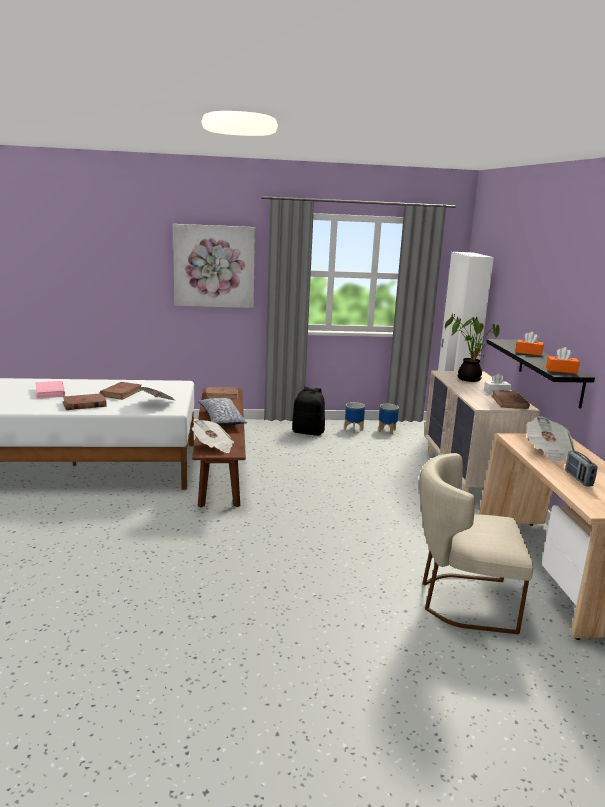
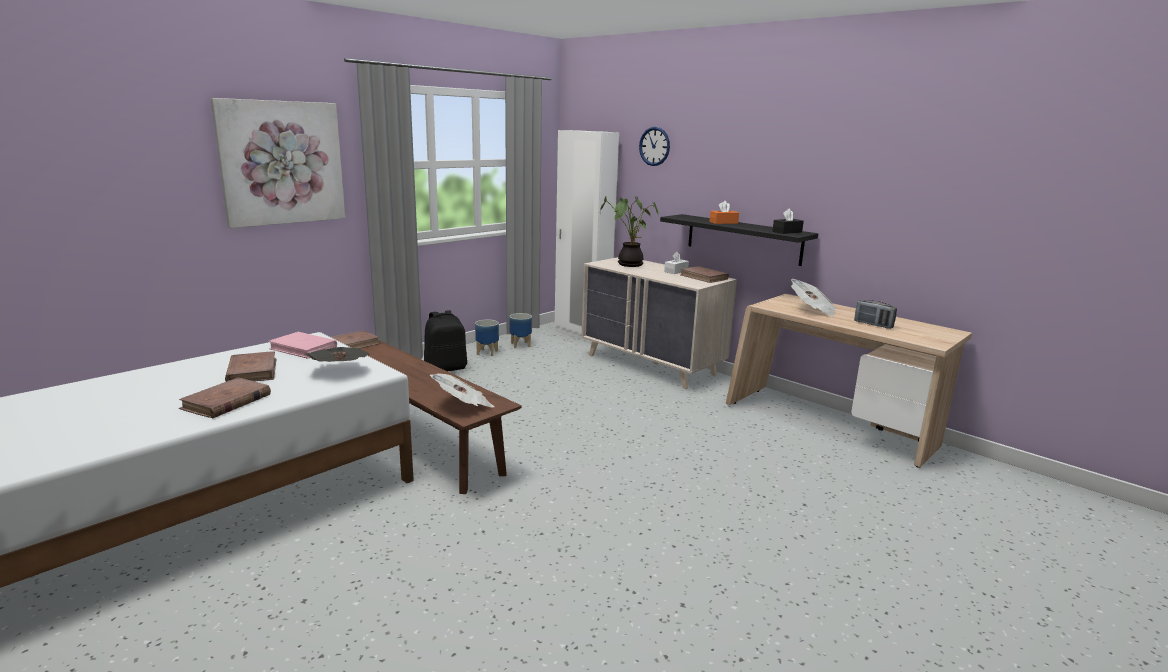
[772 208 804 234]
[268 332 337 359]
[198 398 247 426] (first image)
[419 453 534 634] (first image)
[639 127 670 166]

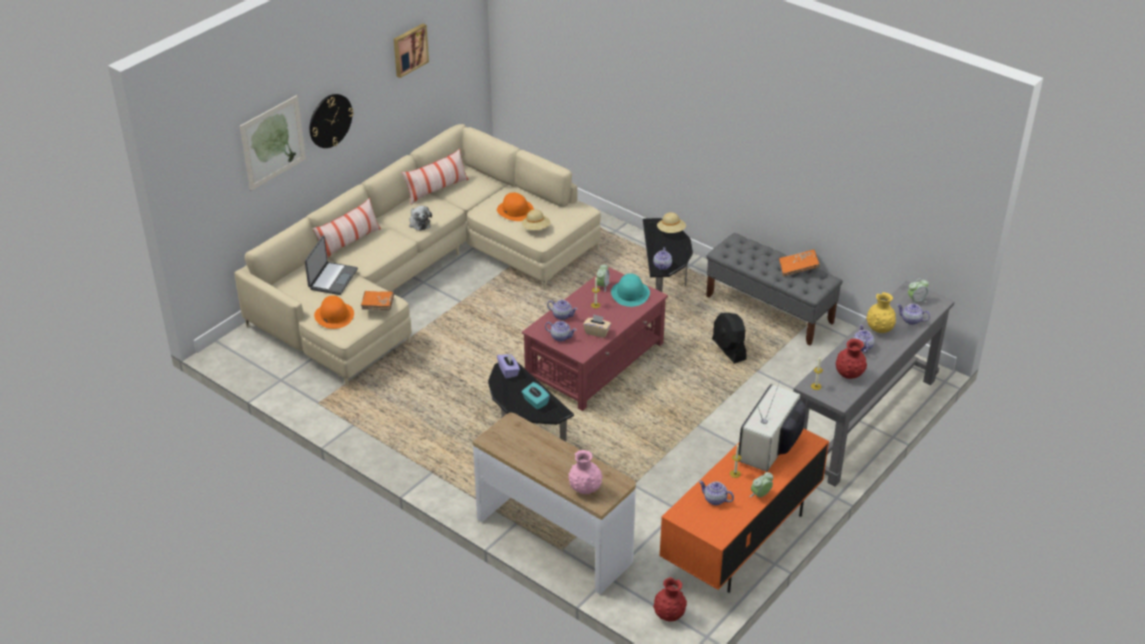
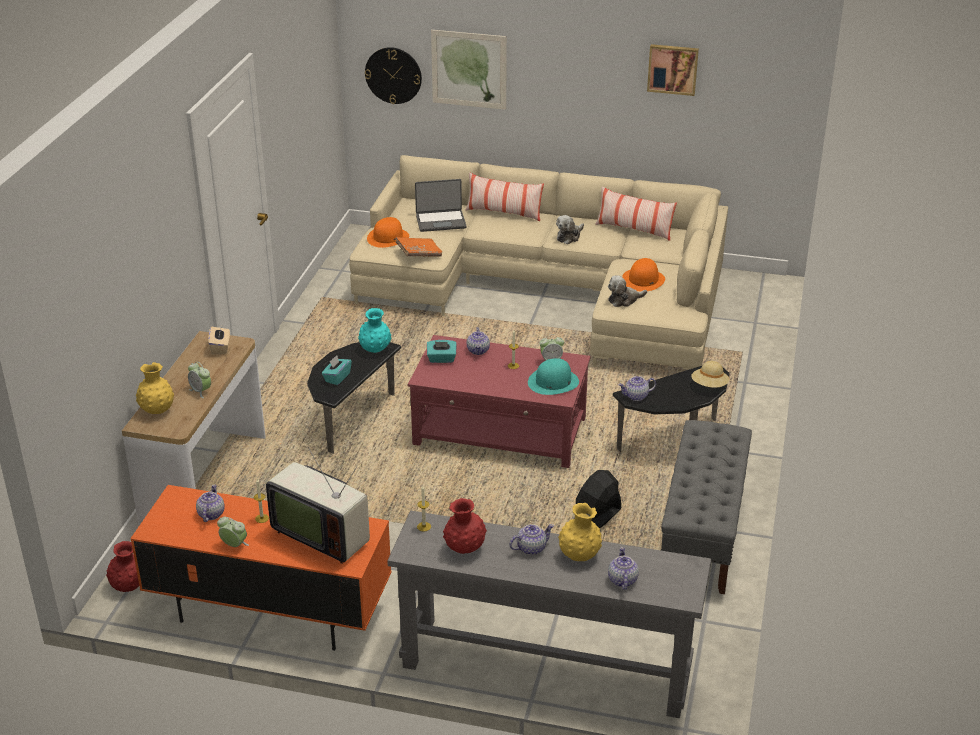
[365 47 422 104]
[608 275 647 307]
[779 249 820 276] (first image)
[188 362 211 398]
[208 326 230 354]
[427 340 456 363]
[358 308 391 353]
[266 447 370 564]
[136 362 174 414]

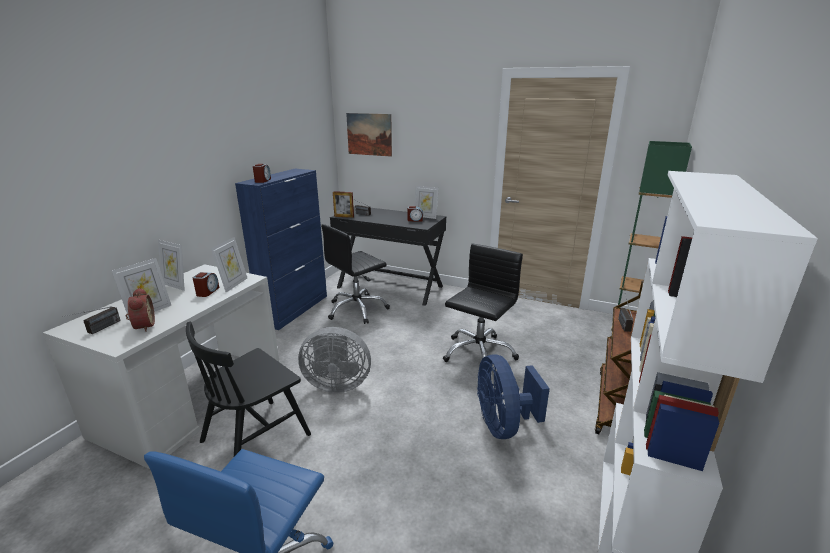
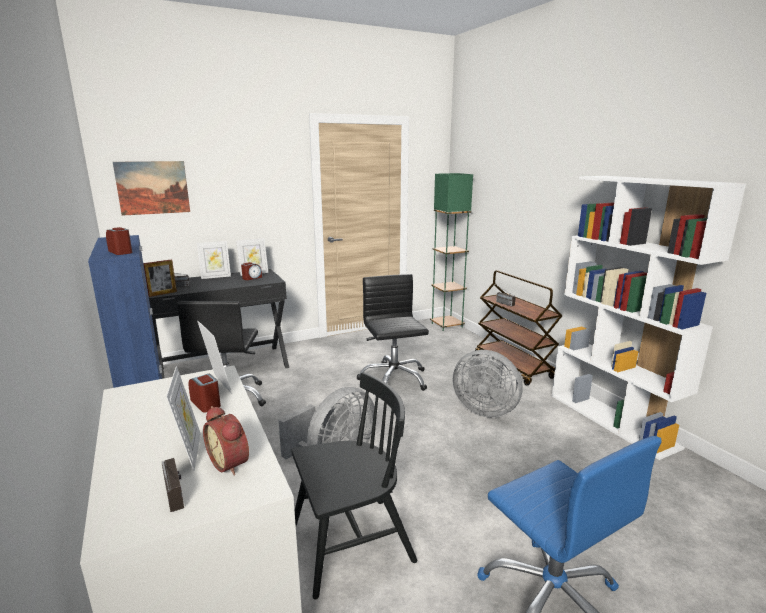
[197 241 231 279]
[203 406 249 476]
[291 372 417 599]
[452 350 523 418]

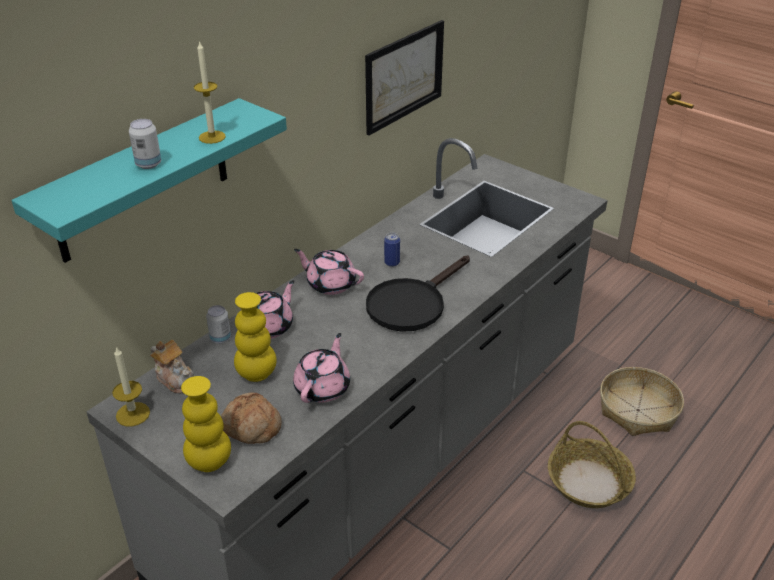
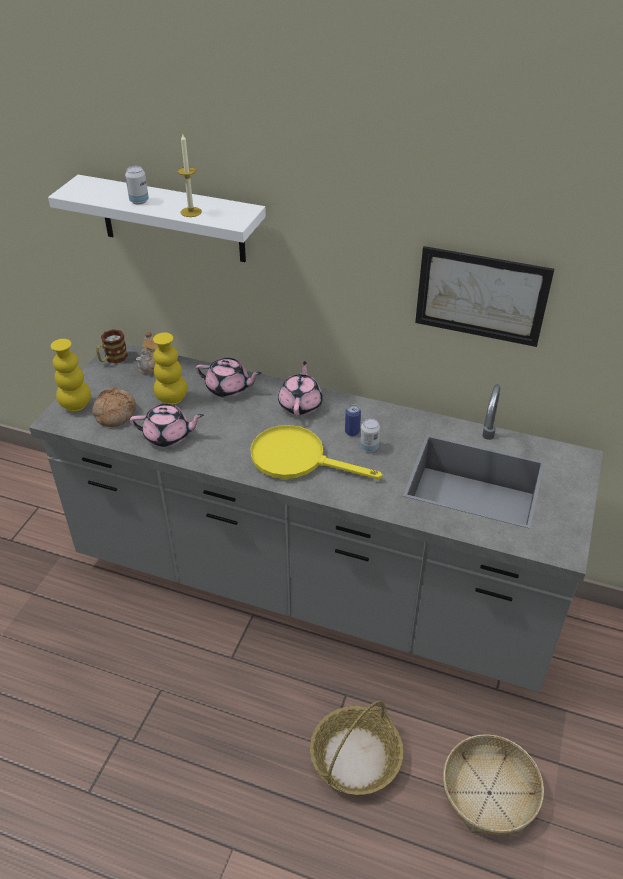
[48 175 266 262]
[250 425 382 479]
[360 418 380 452]
[96 329 128 363]

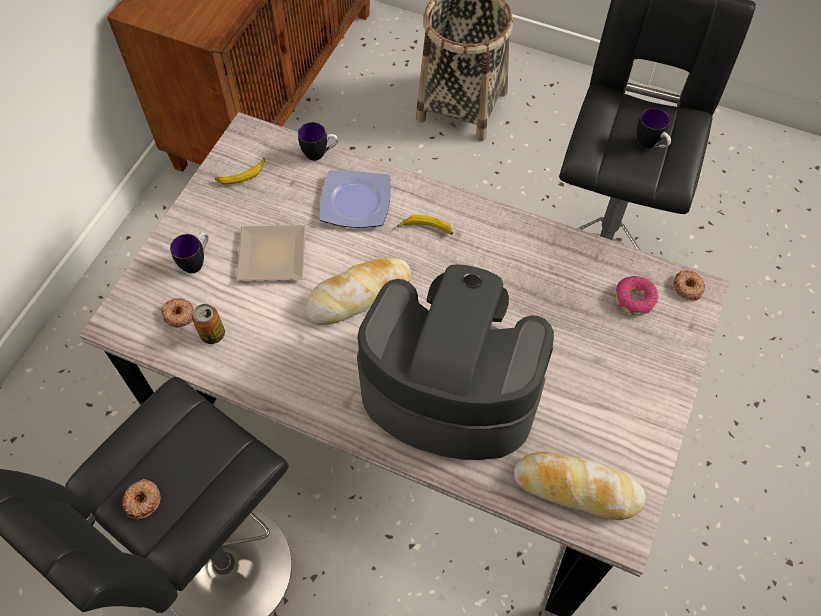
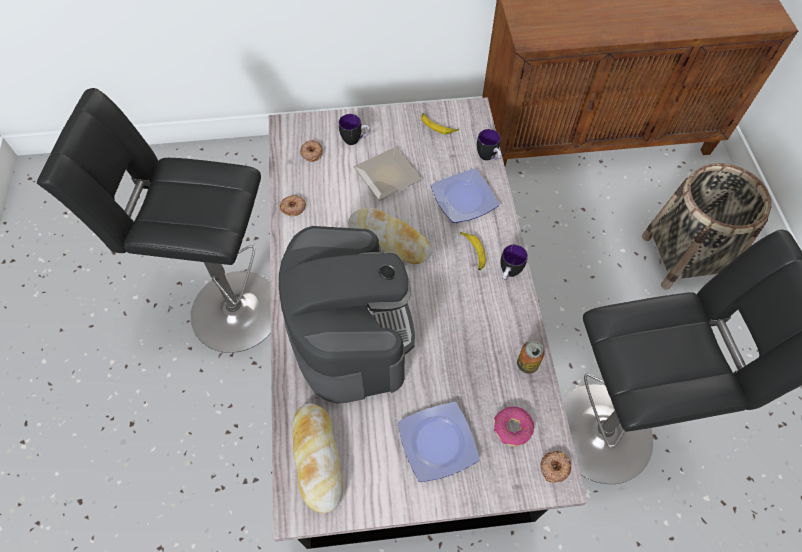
[500 244 528 280]
[517 341 545 374]
[280 195 306 217]
[398 402 480 482]

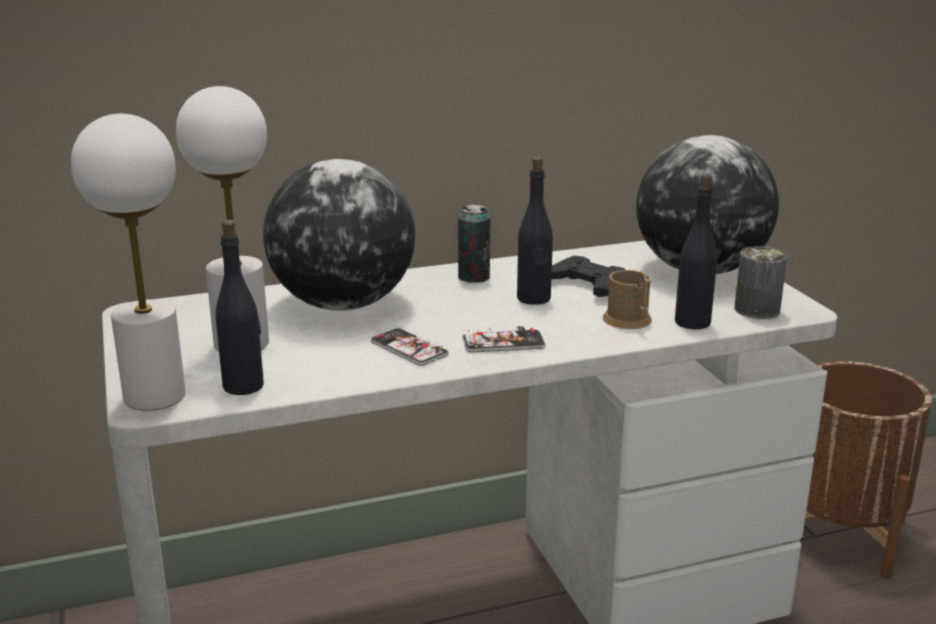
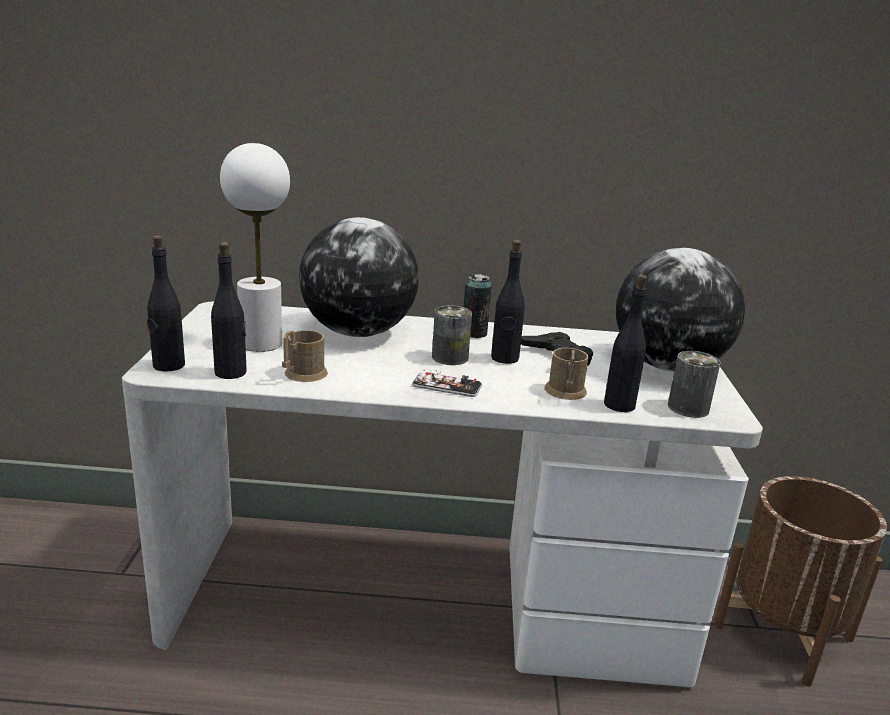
[147 235 185 372]
[370 327 449 366] (first image)
[432 305 472 365]
[282 330 328 382]

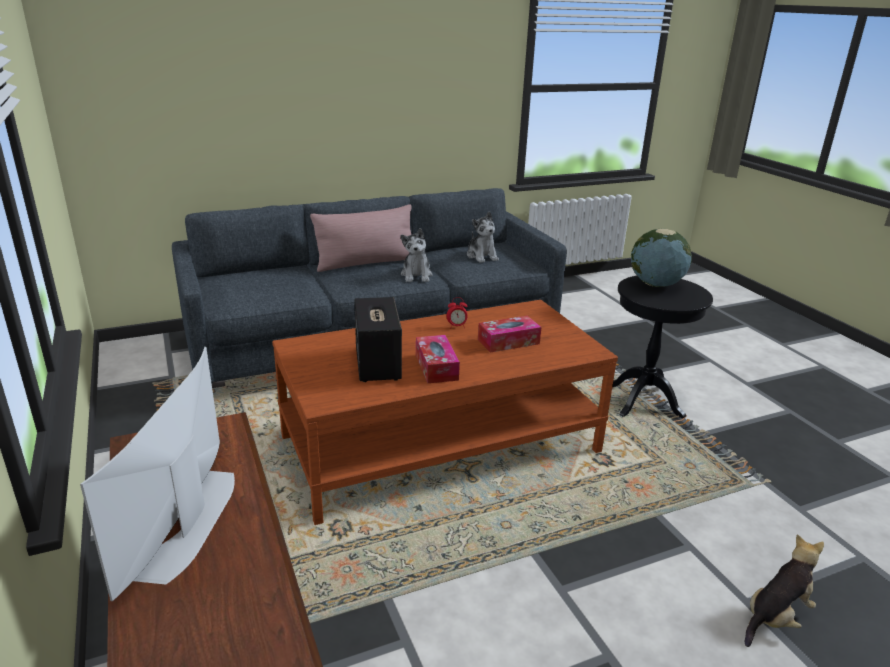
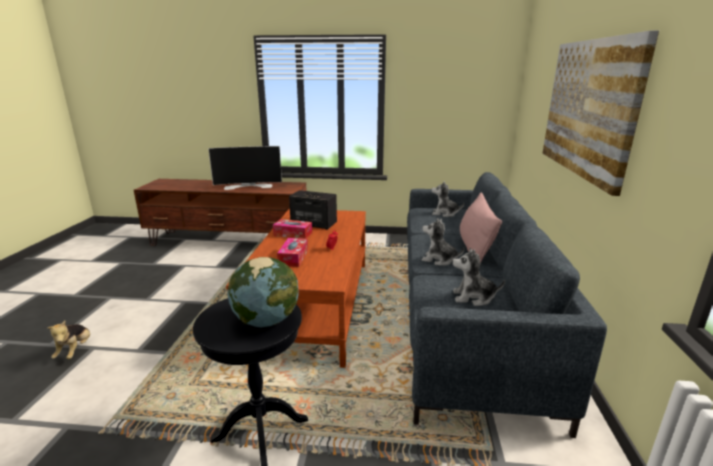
[208 146 282 190]
[542 30 659 196]
[432 181 465 217]

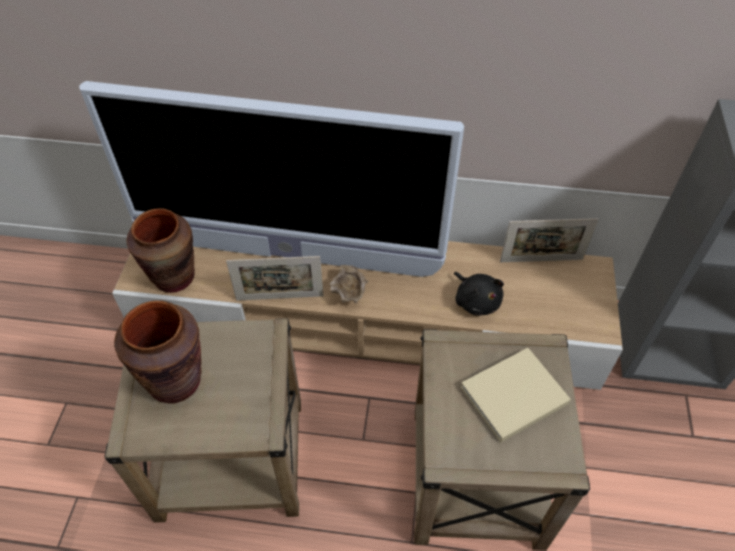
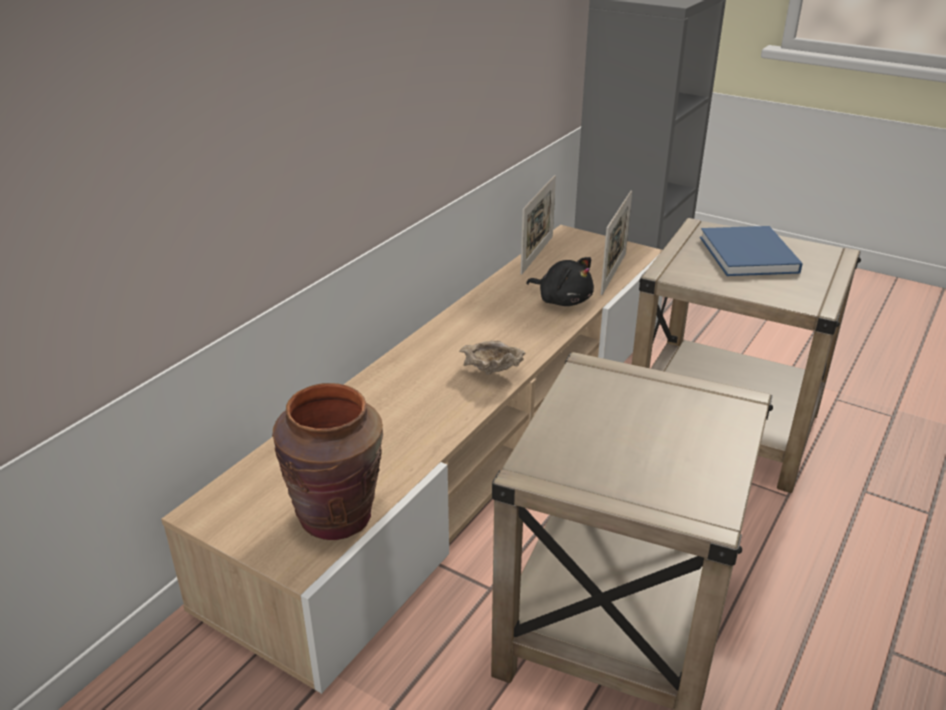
[79 81 464 277] (first image)
[601 190 632 295]
[526 257 594 306]
[114 300 202 404] (first image)
[700 226 803 276]

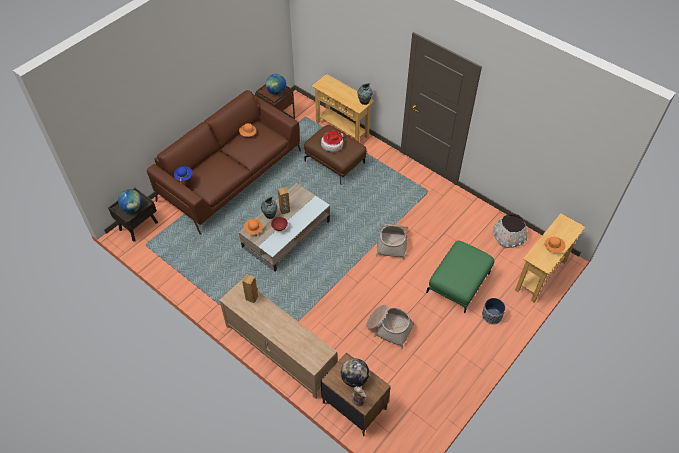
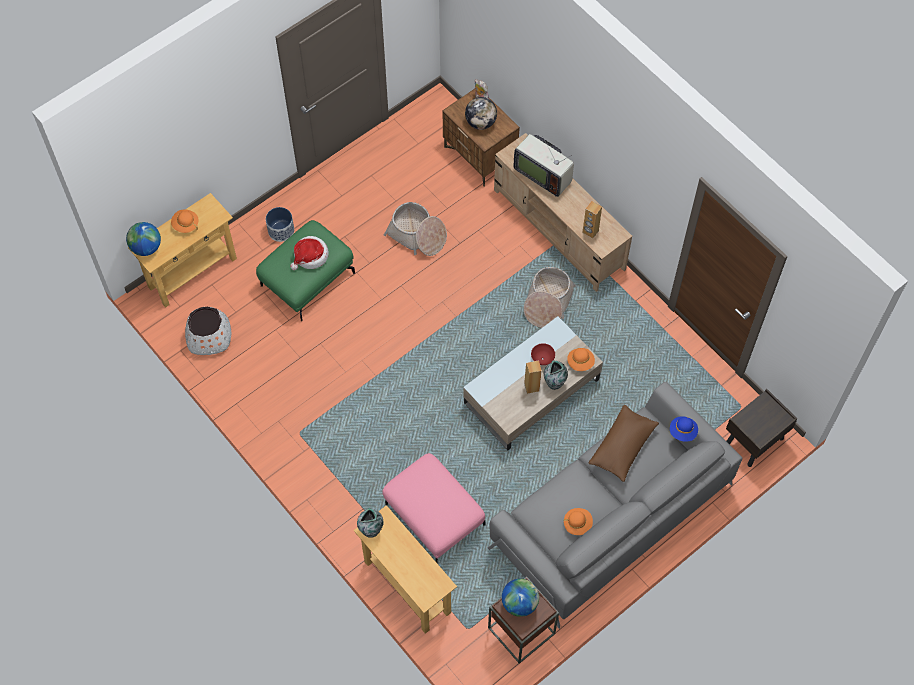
[488 382 743 629]
[382 453 485 563]
[290 236 329 270]
[126 222 161 256]
[524 267 576 328]
[514 134 574 197]
[589 405 659 482]

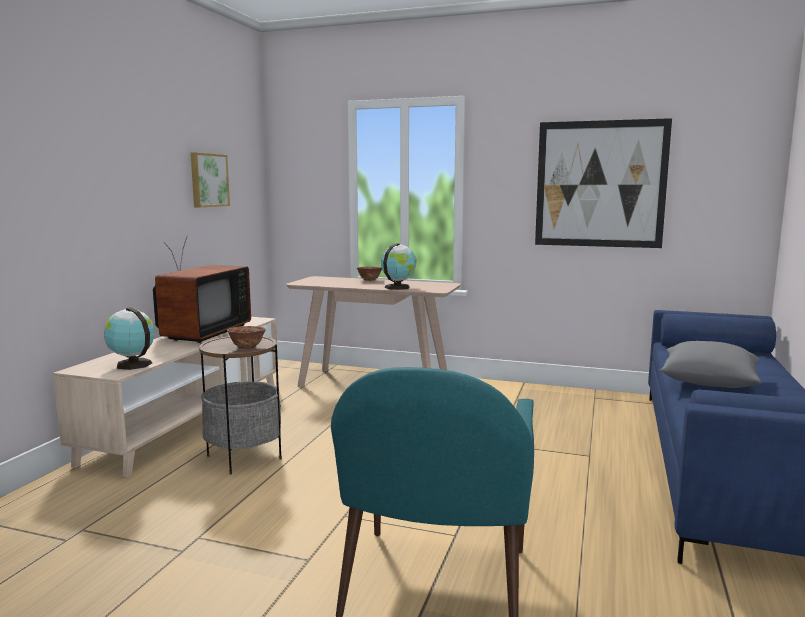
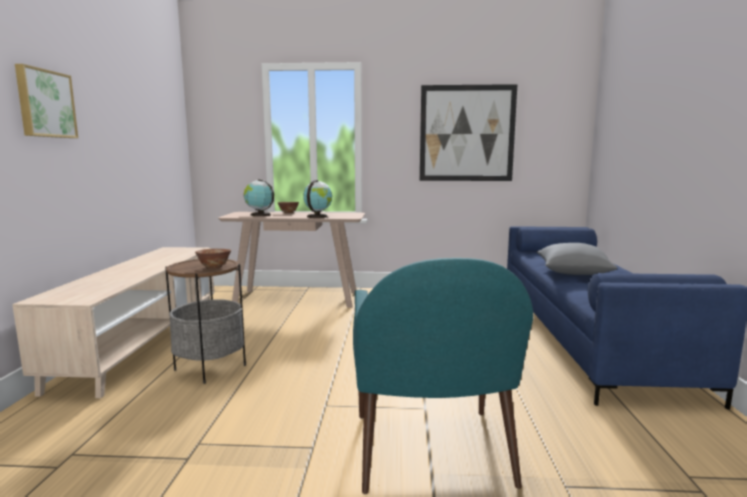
[15 64 78 138]
[153 236 251 343] (first image)
[244 179 274 216]

